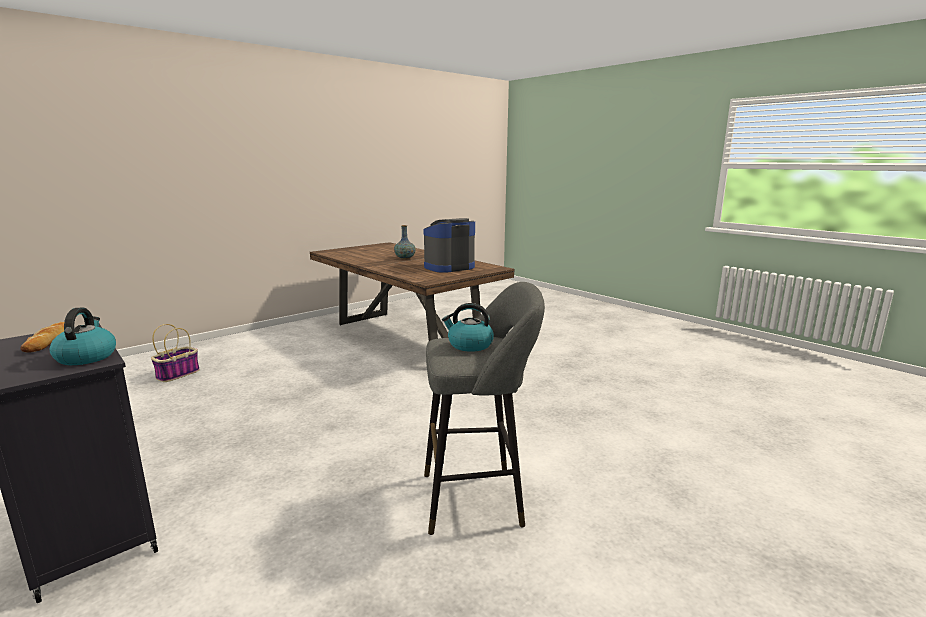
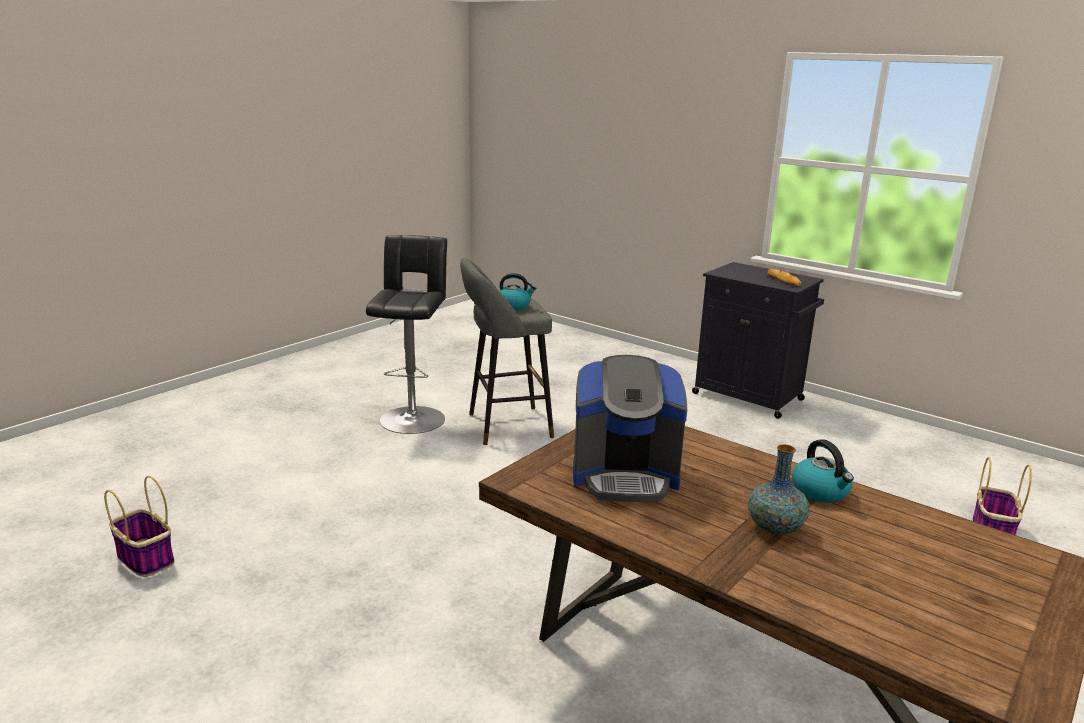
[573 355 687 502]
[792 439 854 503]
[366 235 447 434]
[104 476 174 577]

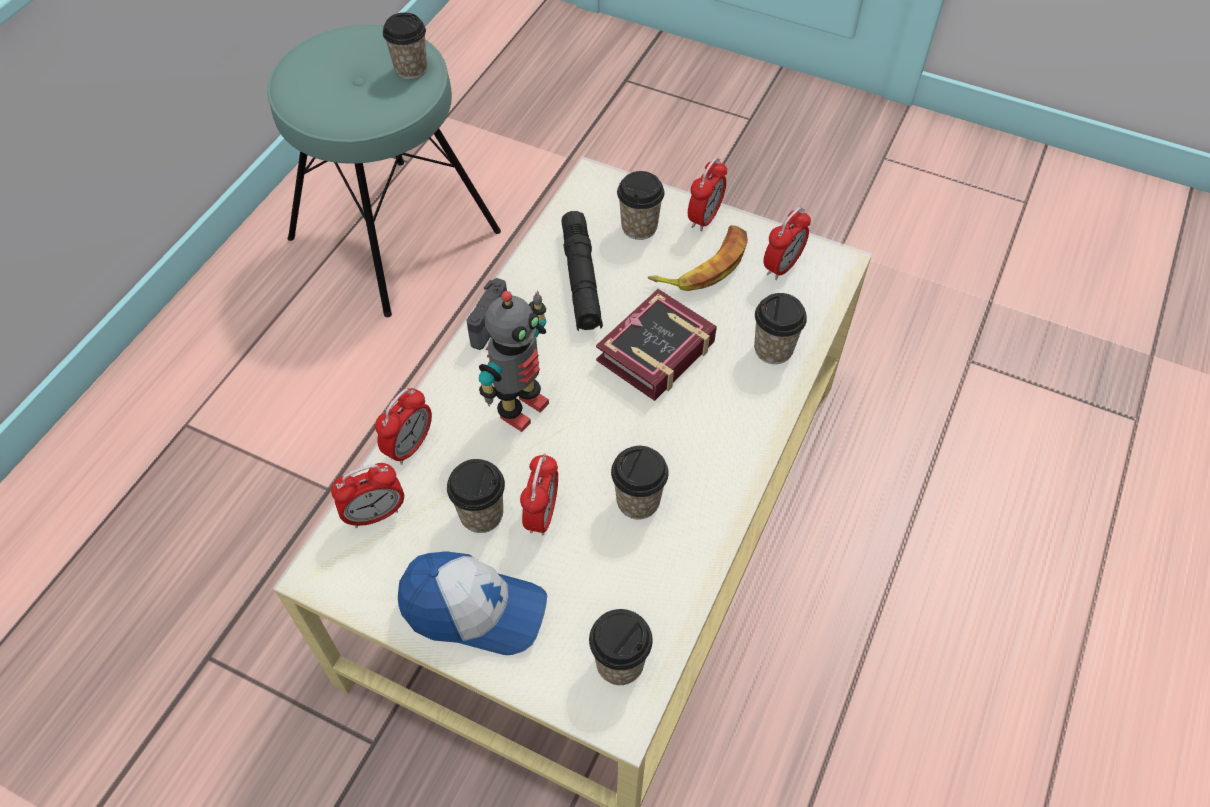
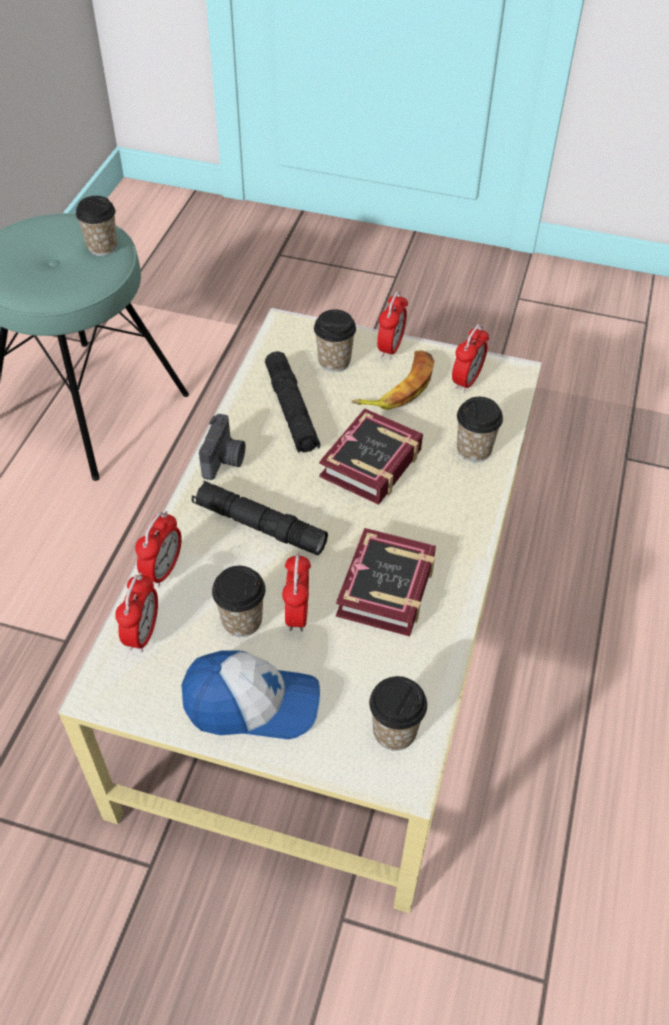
[192 481 328 555]
[336 528 436 637]
[115 573 158 652]

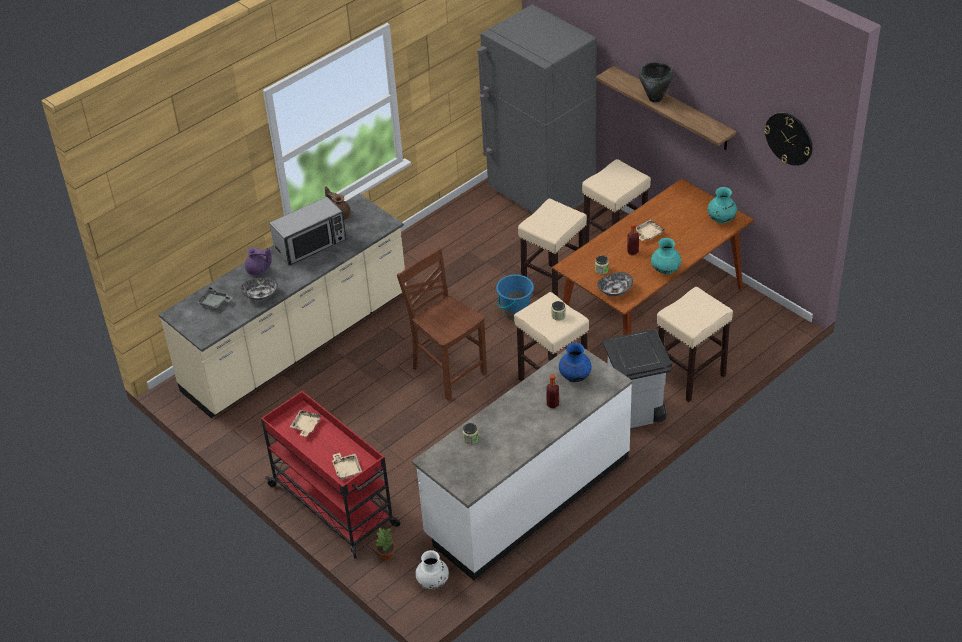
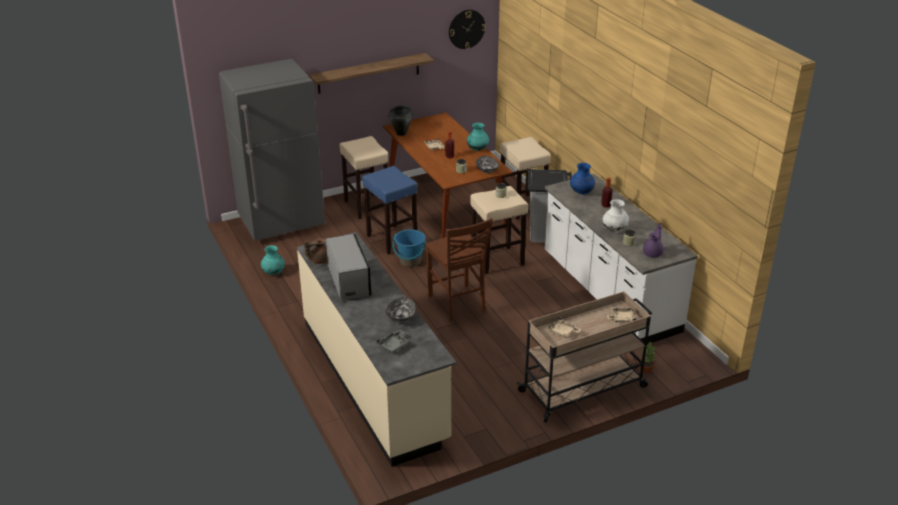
[389 105 413 136]
[261 245 285 275]
[362 166 417 255]
[643 223 664 257]
[426 218 493 322]
[517 291 652 423]
[602 199 629 232]

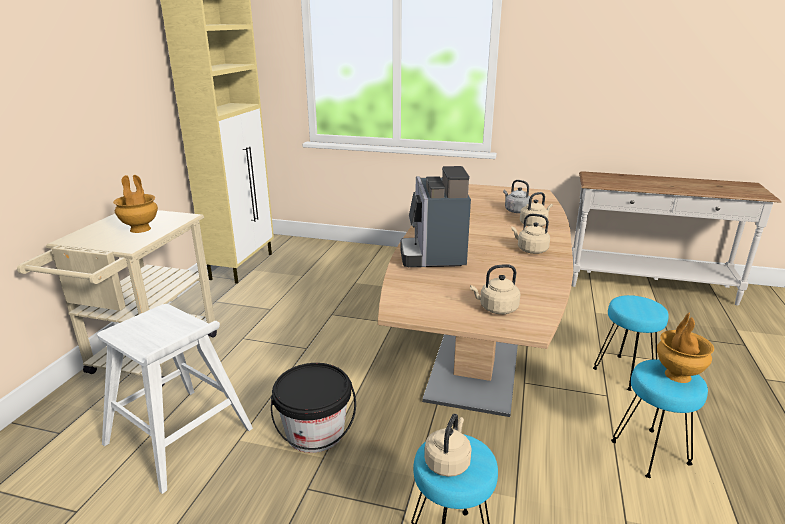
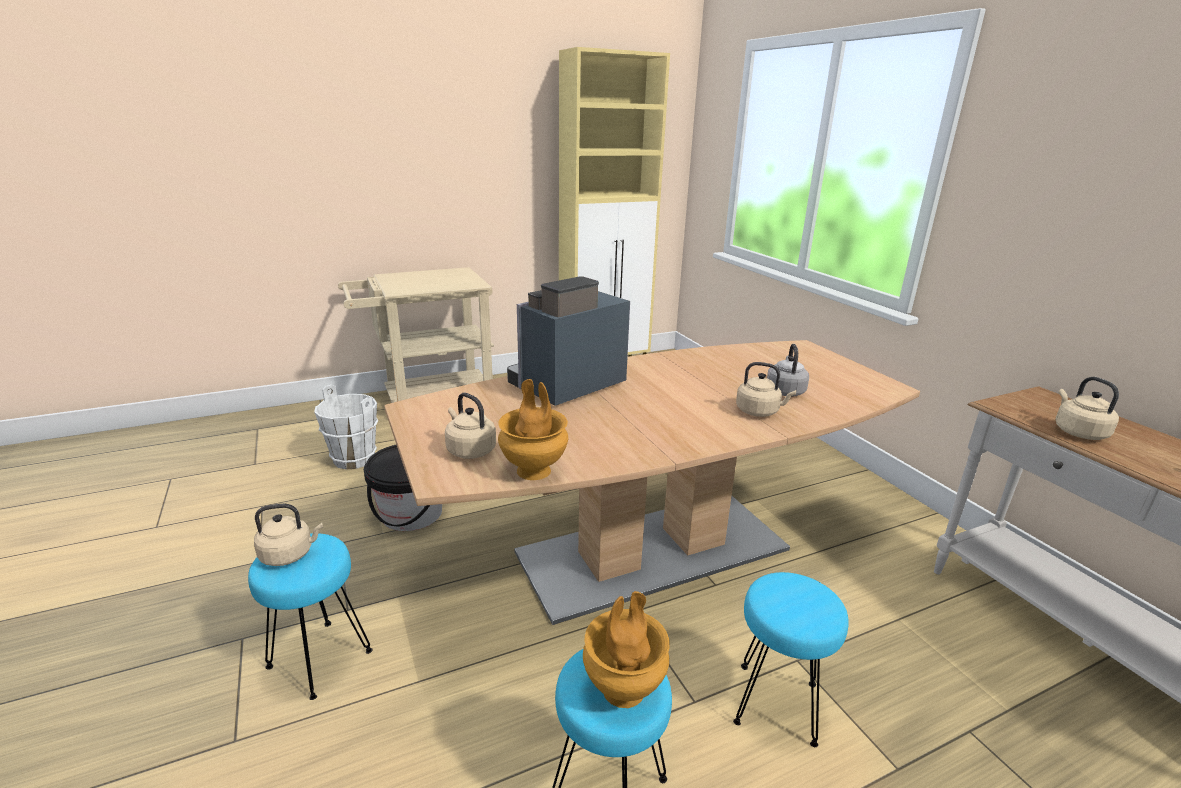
[498 379 568 480]
[1055 377 1119 440]
[314 385 378 469]

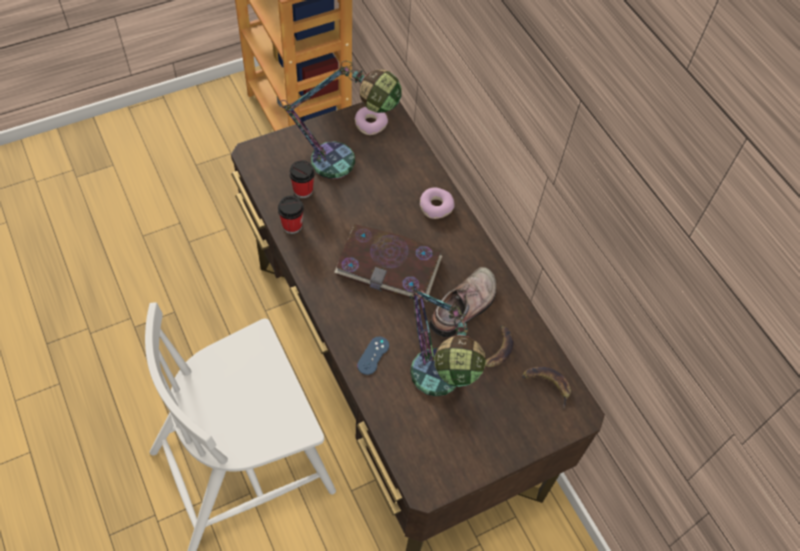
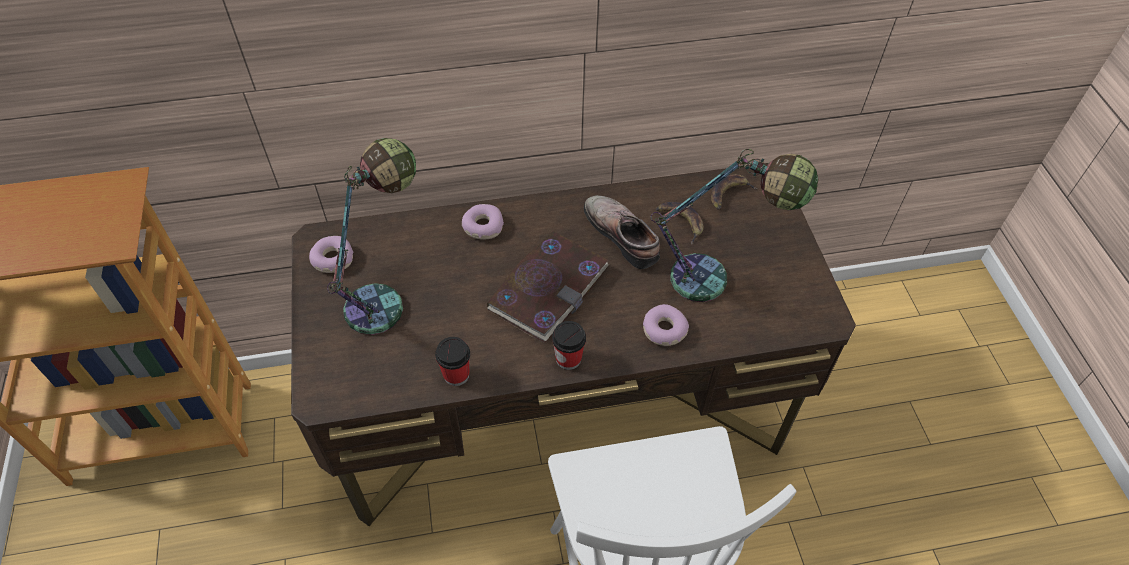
[552 321 586 370]
[643 304 689 346]

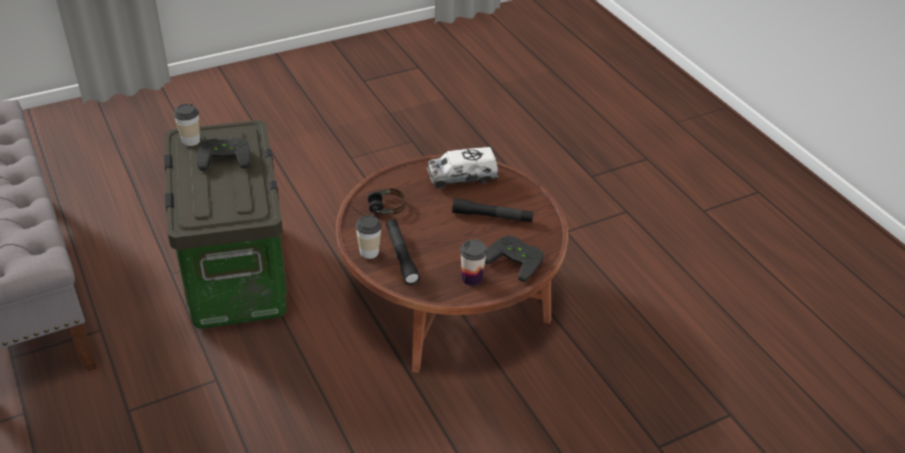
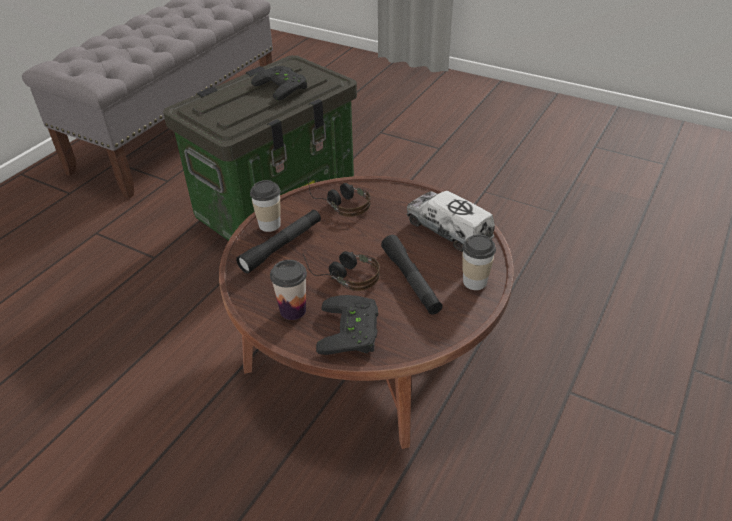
[462 234 496 290]
[302 251 380 291]

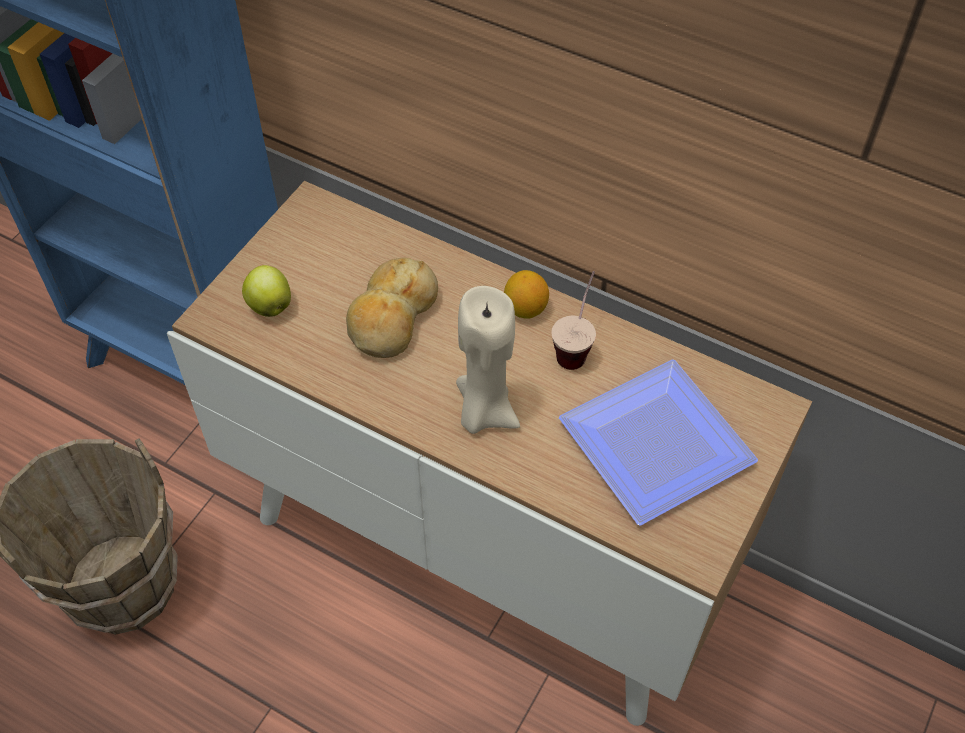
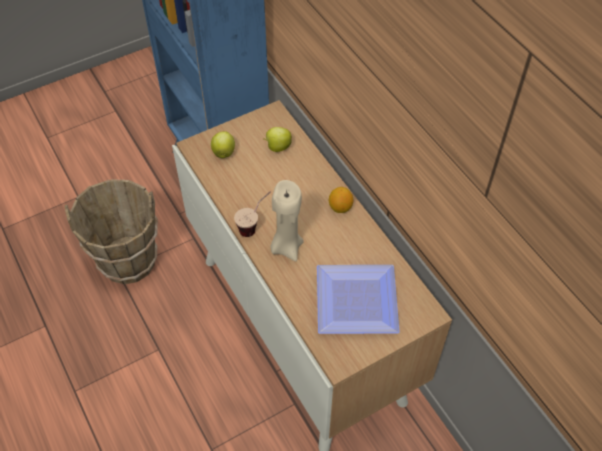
[346 257 438 358] (first image)
[234 191 271 237]
[263 127 292 152]

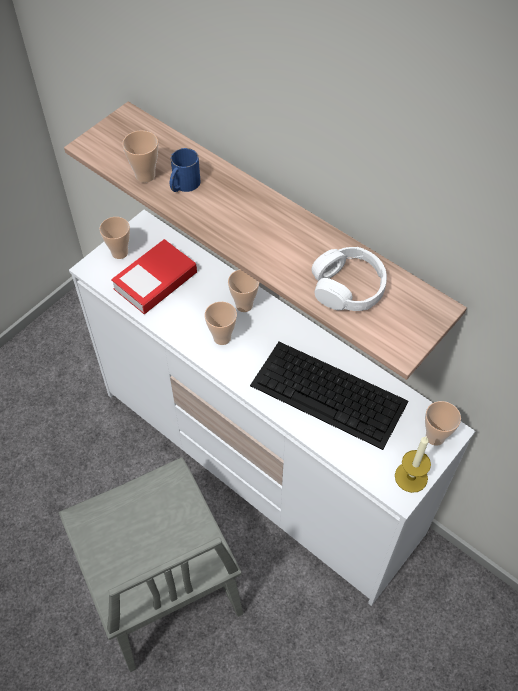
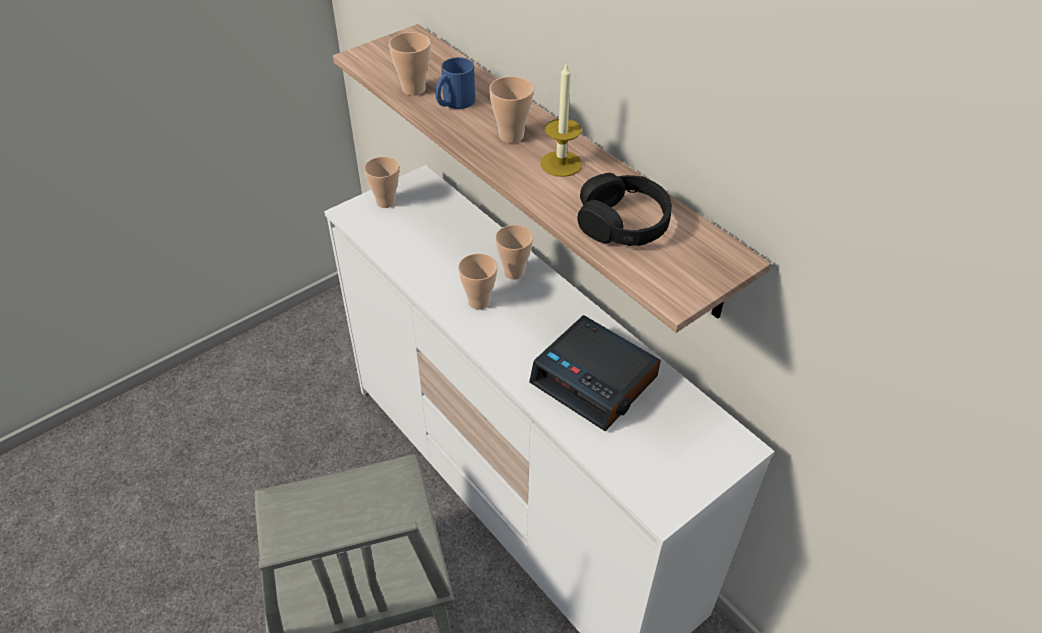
[111 239 197 314] (first image)
[578 173 672 246]
[529 315 661 431]
[489 76 534 143]
[540 61 582 177]

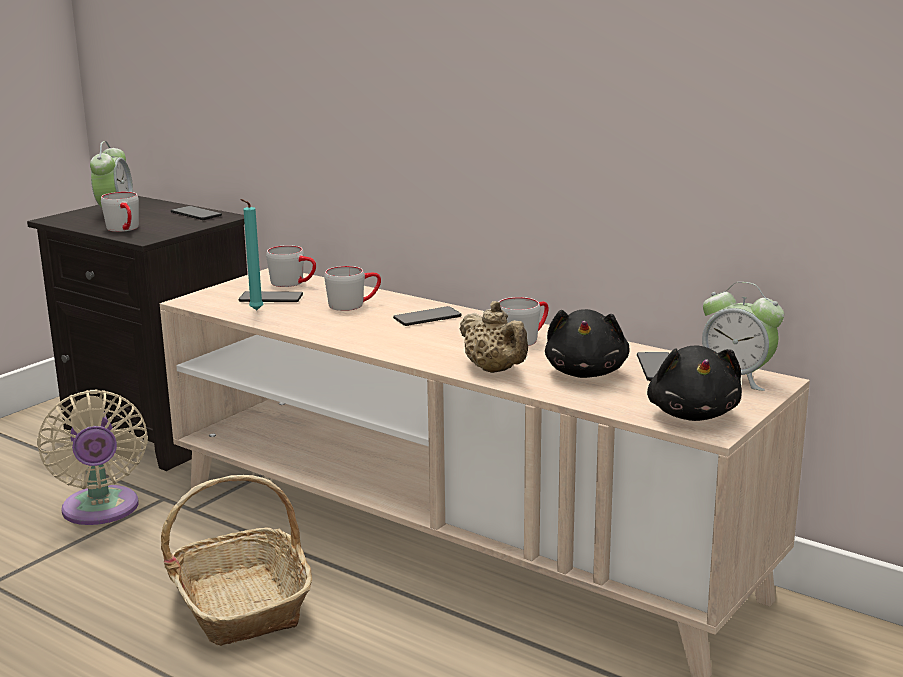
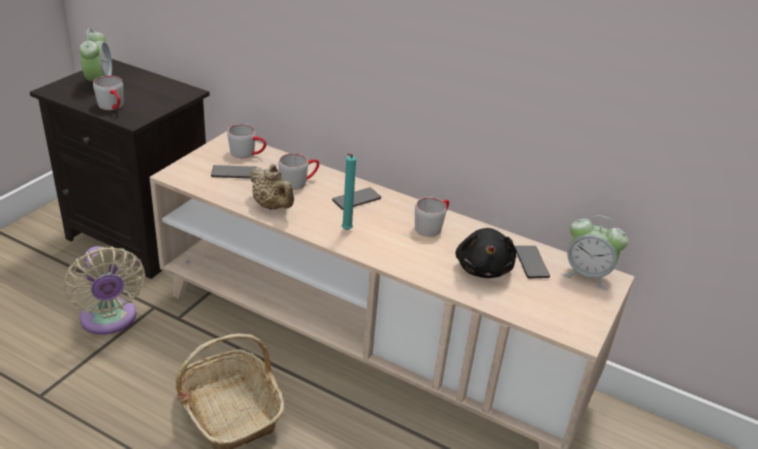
[342 153 356 230]
[171 206 222 220] (first image)
[249 164 294 210]
[647 345 742 421] (first image)

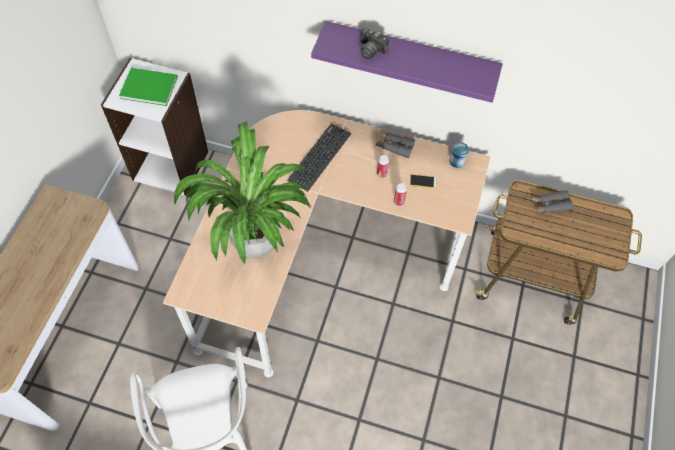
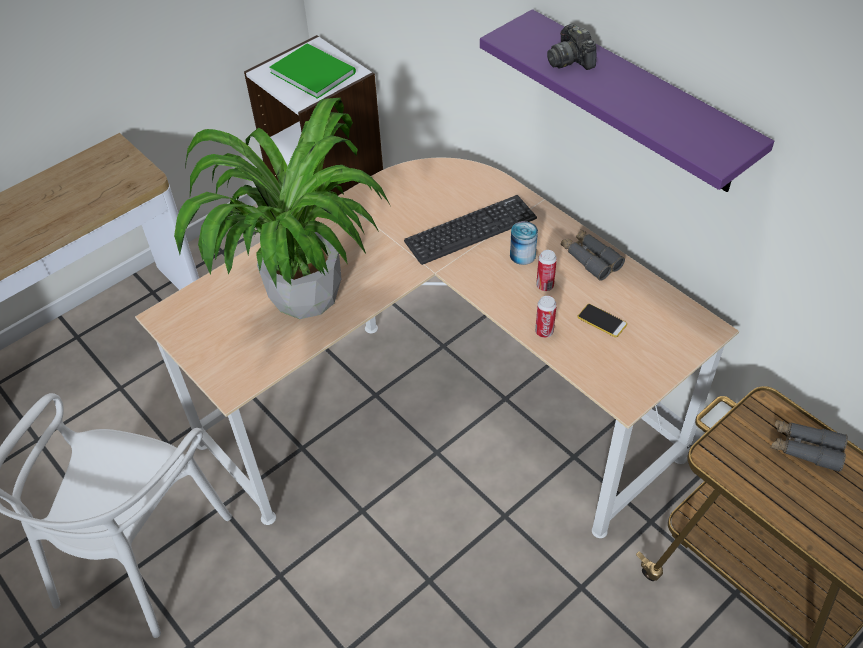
[510 221 538 265]

